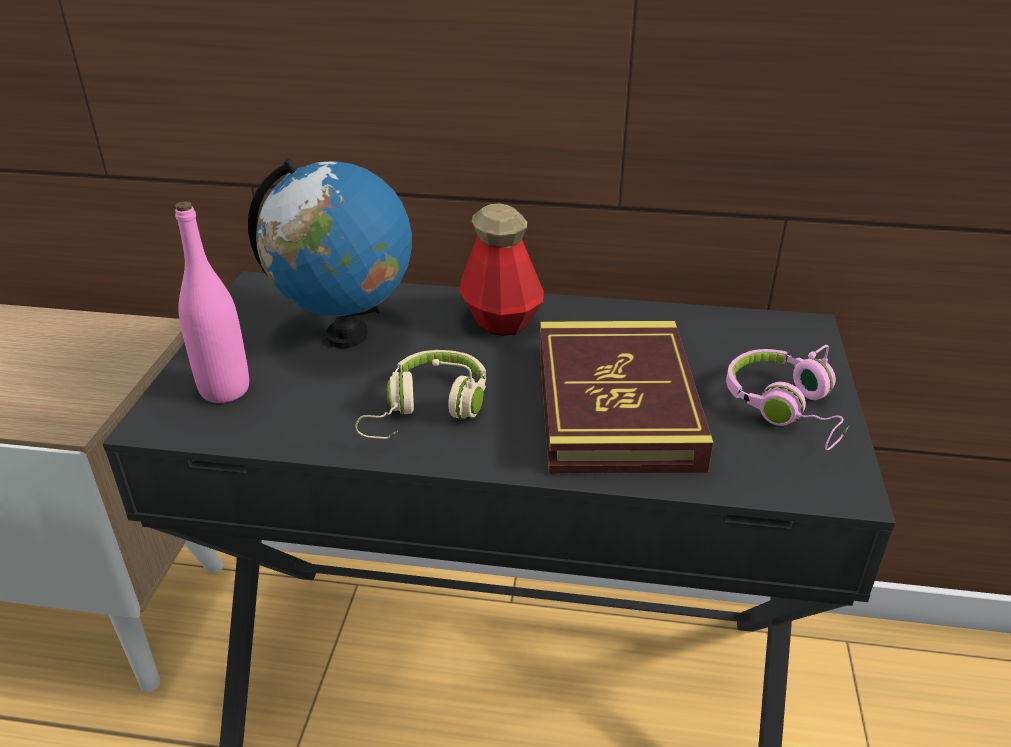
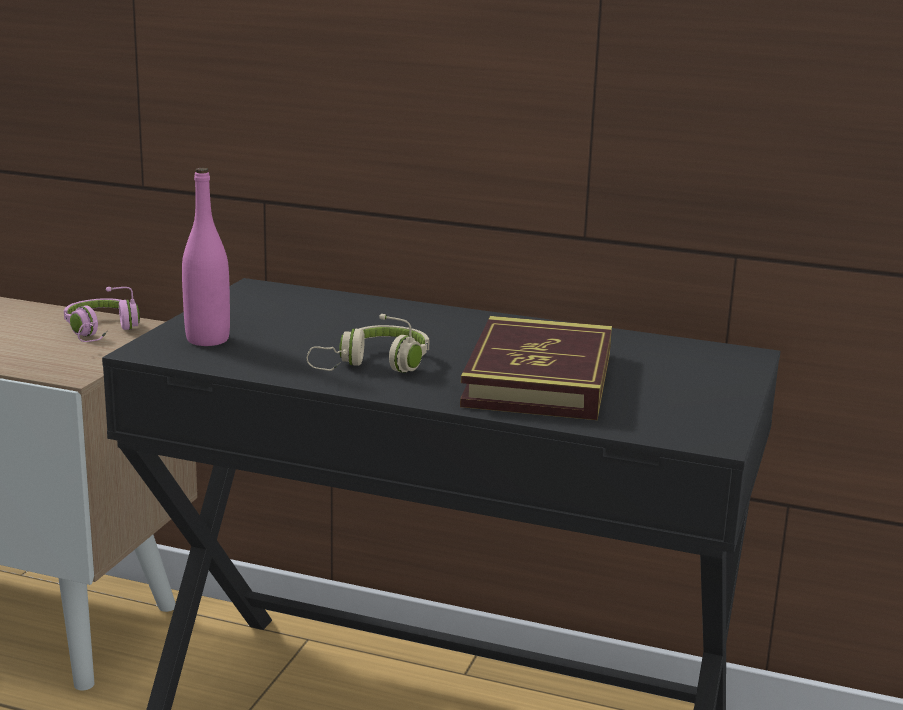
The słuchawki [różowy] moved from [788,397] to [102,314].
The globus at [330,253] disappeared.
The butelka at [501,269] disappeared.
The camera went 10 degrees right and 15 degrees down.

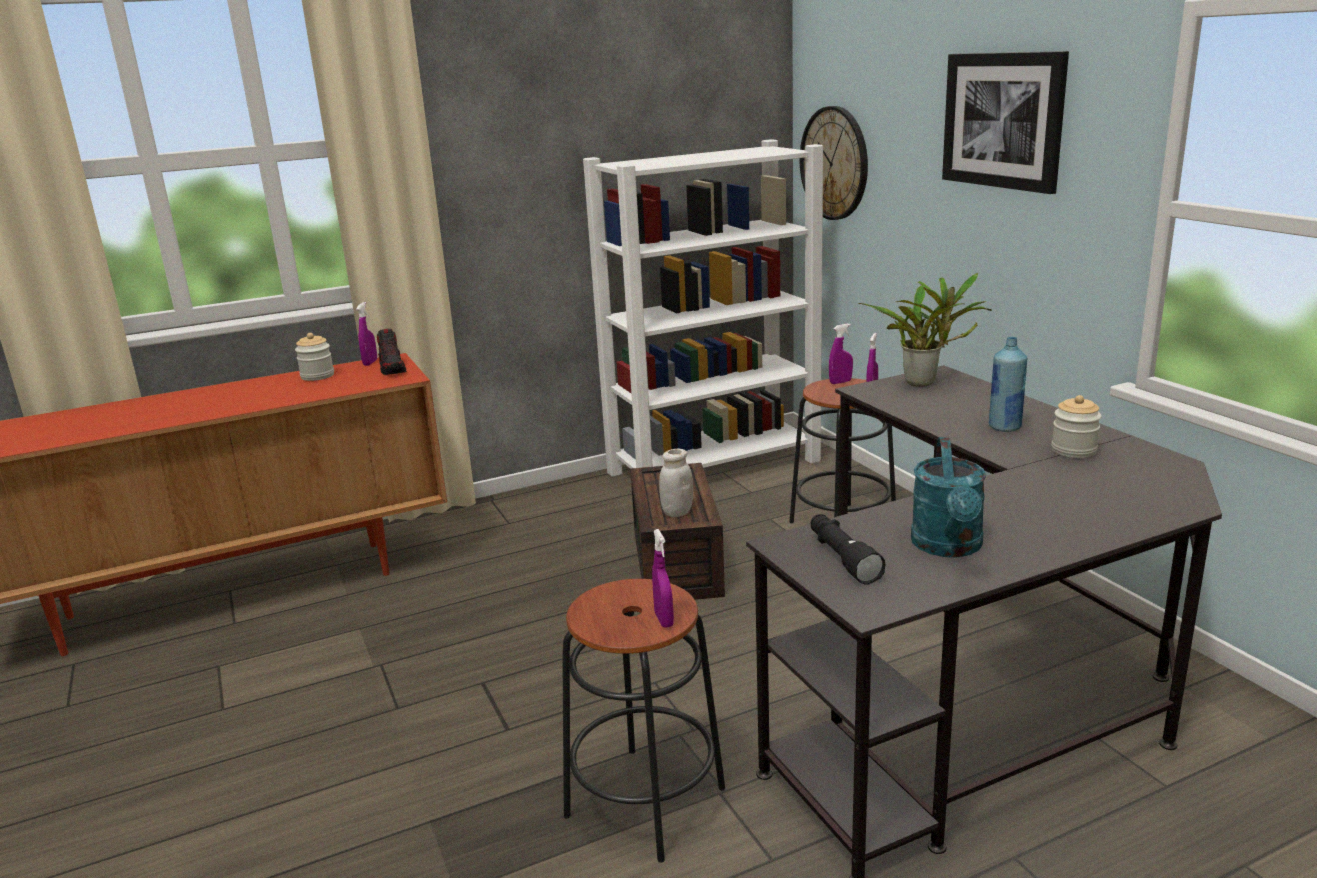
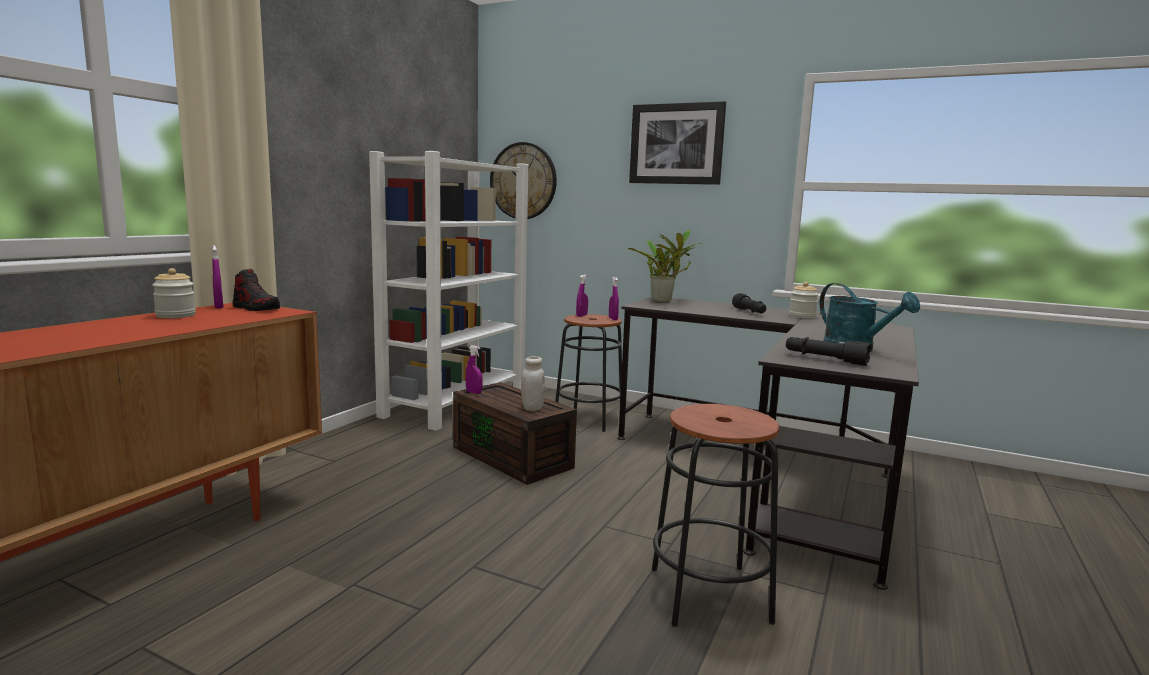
The spryskiwacz [fioletowy] moved from [663,578] to [474,369].
The butelka [niebieski] at [1008,384] was replaced by the latarka [czarny] at [749,303].
The camera went 40 degrees left and 10 degrees down.

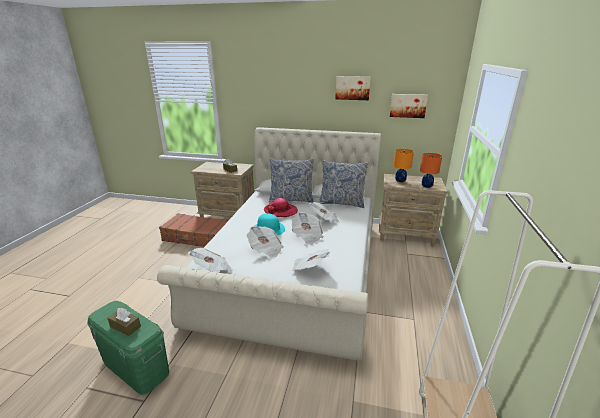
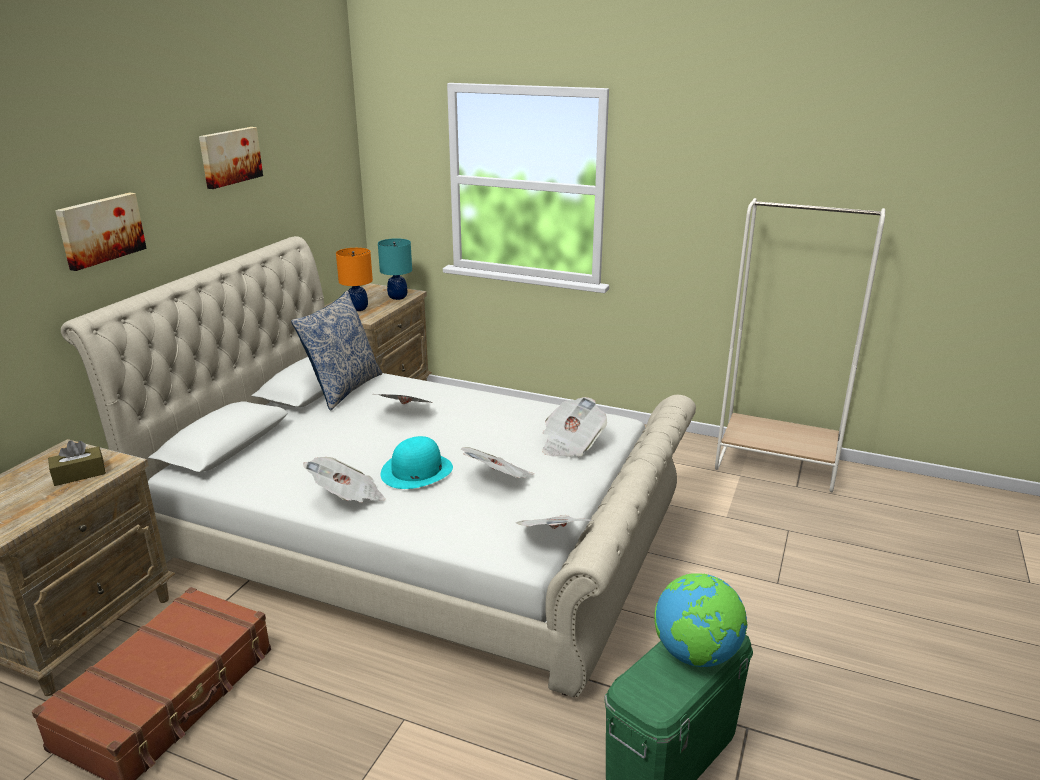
The obraz moved from [409,106] to [101,232].
The gazeta moved from [308,228] to [344,480].
The lampa stołowa [pomarańczowy] at [431,170] became the lampa stołowa [turkusowy] at [395,269].
The pudełko chusteczek [brązowy] at [124,322] was replaced by the globus at [700,620].
The kapelusz at [281,207] disappeared.
The poduszka at [291,180] disappeared.
The camera went 80 degrees left and 0 degrees up.

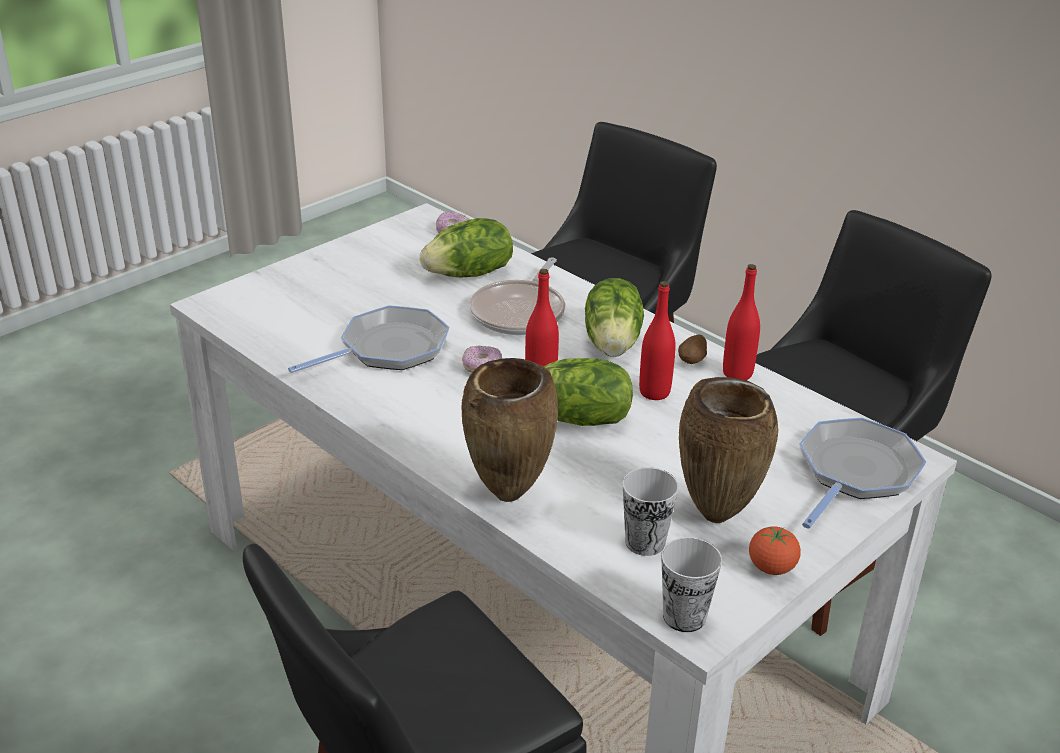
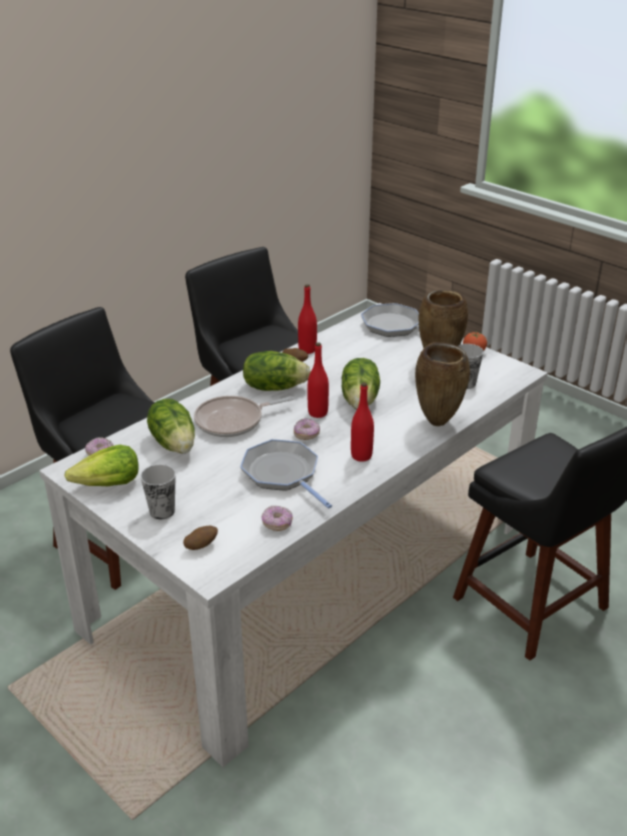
The sałata at [102,465] appeared.
The filiżanka moved from [691,584] to [158,491].
The ziemniak at [200,538] appeared.
The patelnia at [517,296] turned 135 degrees clockwise.
The donut at [277,518] appeared.
The butelka [czerwony] moved from [657,340] to [362,422].
The camera went 90 degrees left and 0 degrees up.

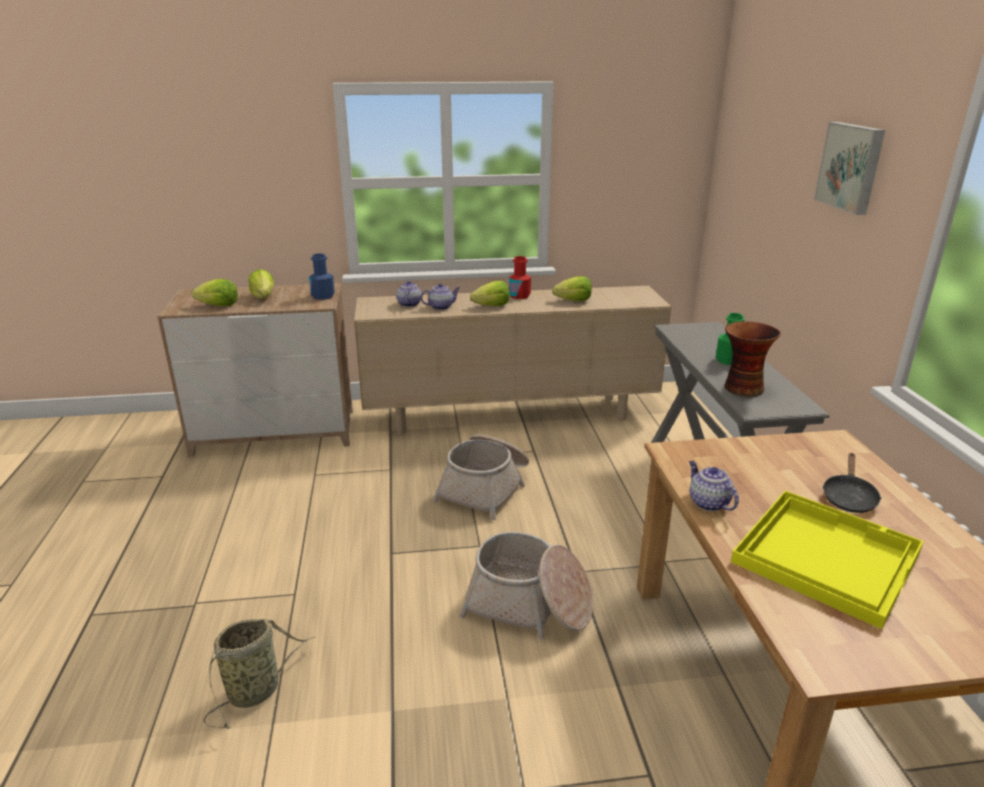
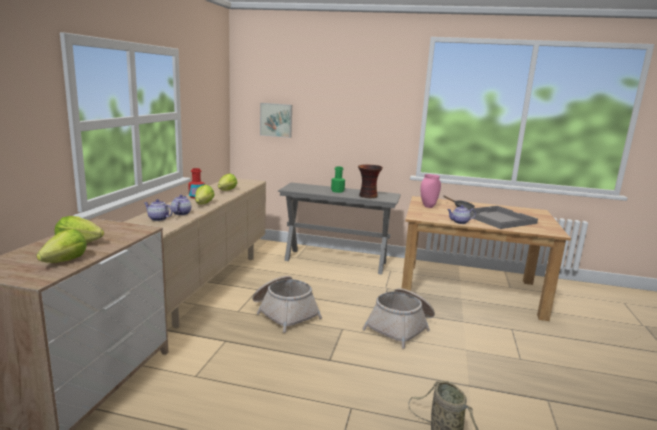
The obraz moved from [849,168] to [276,120].
The wazon [różowy] at [430,191] appeared.
The taca [żółty] at [827,560] became the taca [szary] at [503,217].
The butelka [niebieski] at [322,276] disappeared.
The camera went 70 degrees left and 10 degrees down.

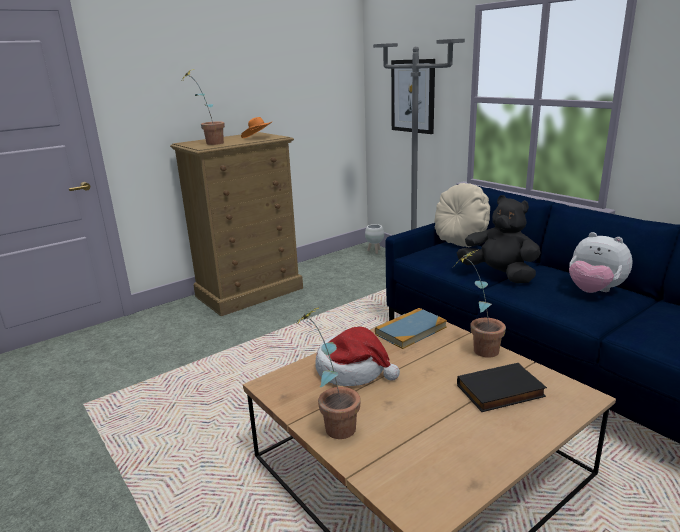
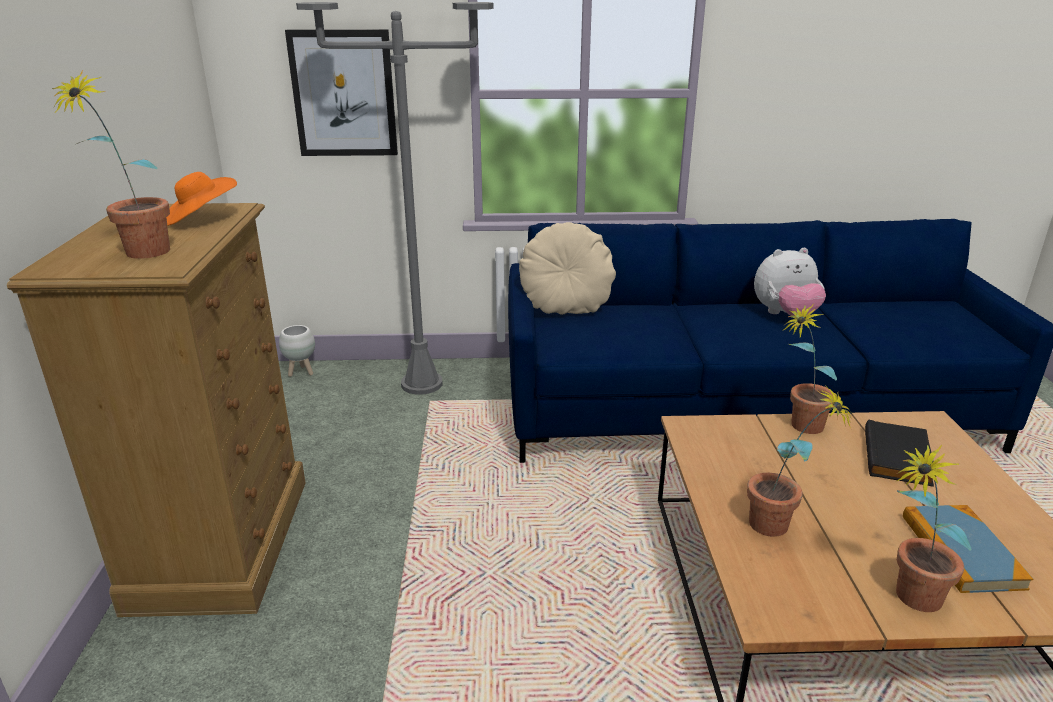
The kapelusz at [357,356] was replaced by the roślina doniczkowa at [800,461].
The książka moved from [411,328] to [968,549].
The pluszak [czarny] at [499,239] disappeared.
The camera went 55 degrees left and 5 degrees up.

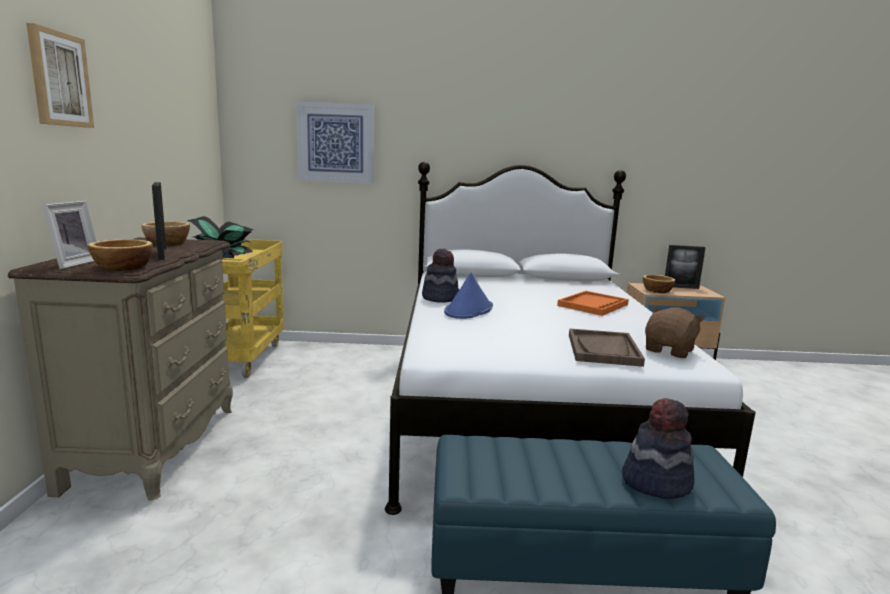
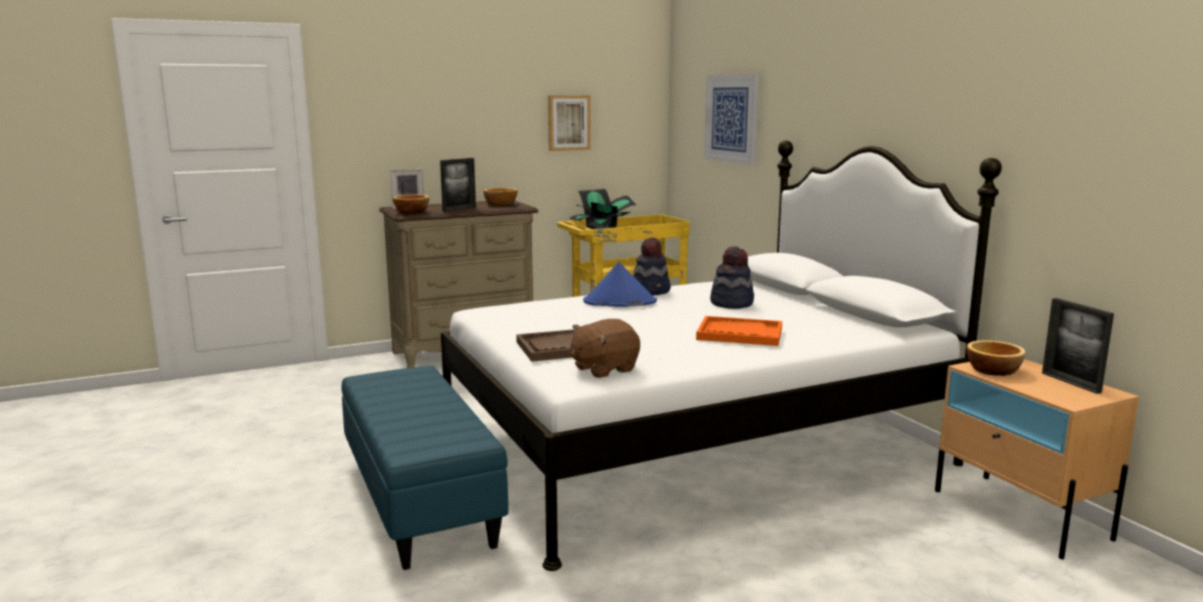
The obraz moved from [60,75] to [569,123].
The pluszak [brązowy] at [675,333] turned 135 degrees clockwise.
The kapelusz moved from [658,448] to [732,277].
The camera went 65 degrees right and 0 degrees up.

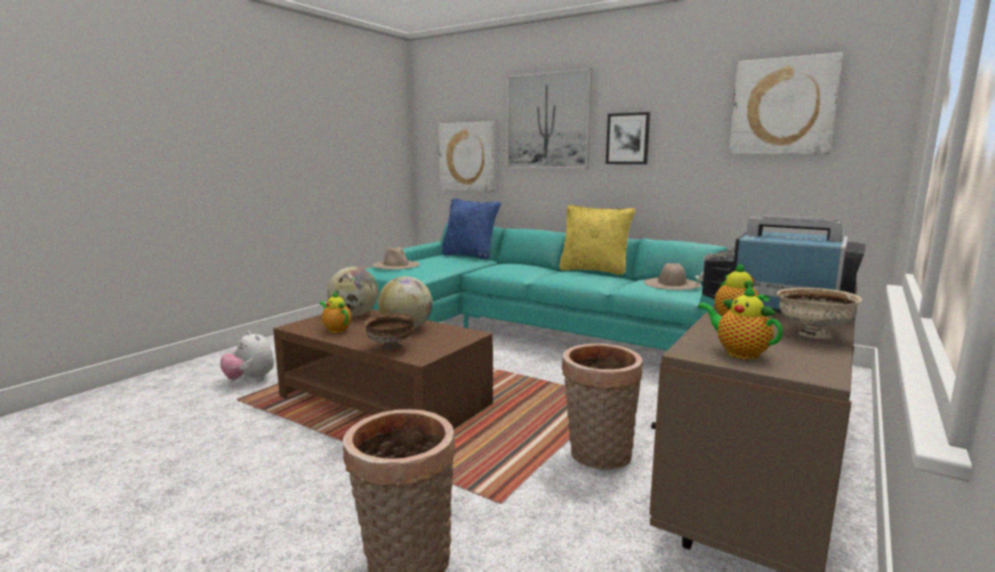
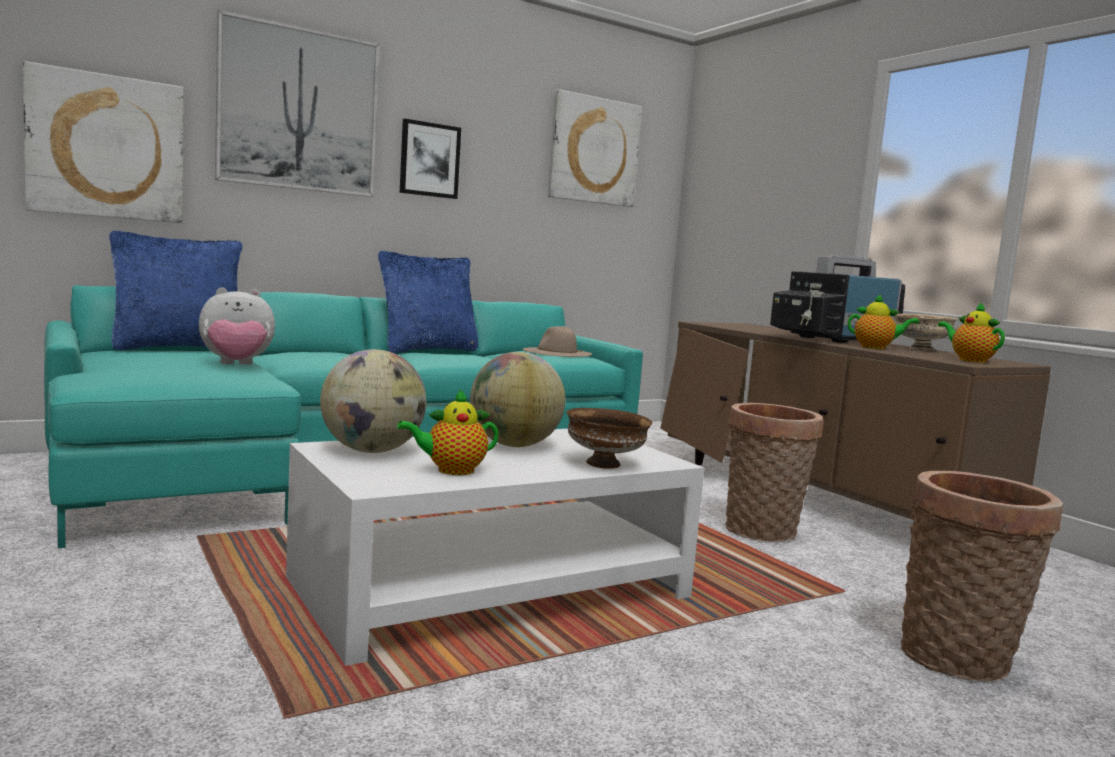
The pluszak moved from [247,356] to [237,326].
The ława [brązowy] at [383,369] became the ława [biały] at [495,547].
The poduszka [żółty] at [597,240] became the poduszka [niebieski] at [428,301].
The imbryk at [740,322] turned 75 degrees clockwise.
The kapelusz [beżowy] at [396,258] disappeared.
The camera went 65 degrees left and 5 degrees down.

